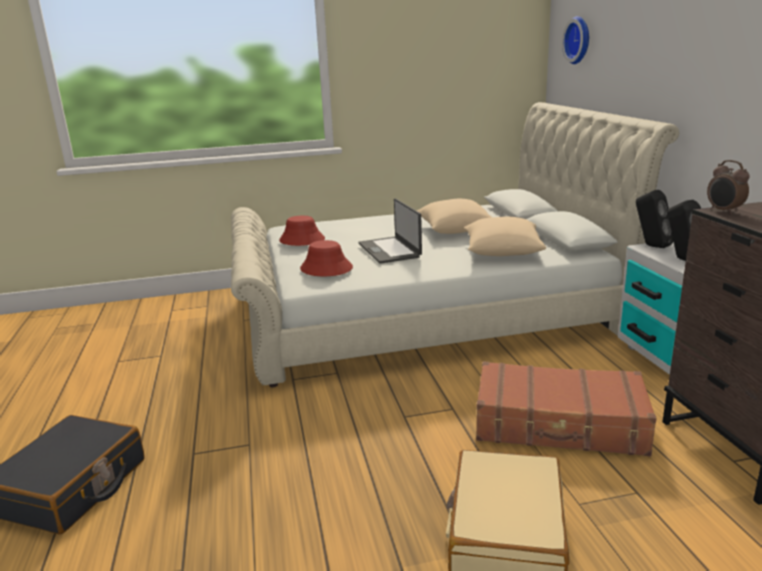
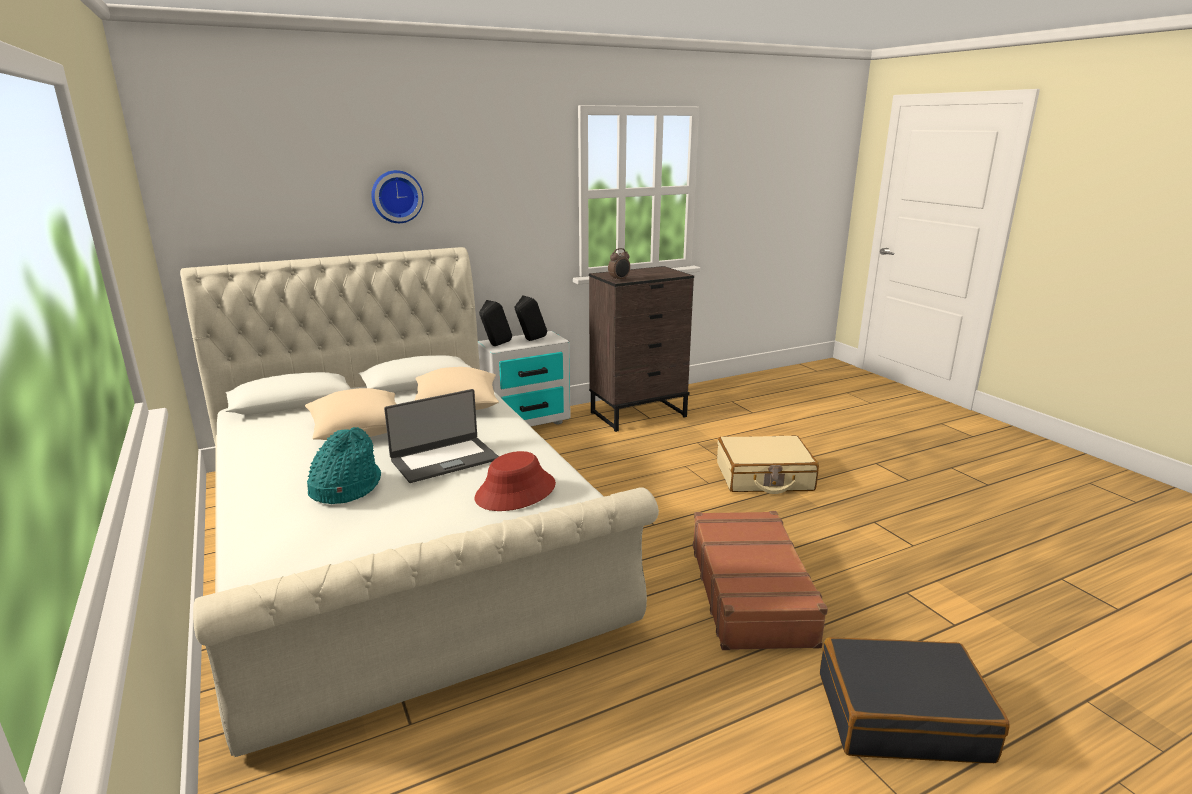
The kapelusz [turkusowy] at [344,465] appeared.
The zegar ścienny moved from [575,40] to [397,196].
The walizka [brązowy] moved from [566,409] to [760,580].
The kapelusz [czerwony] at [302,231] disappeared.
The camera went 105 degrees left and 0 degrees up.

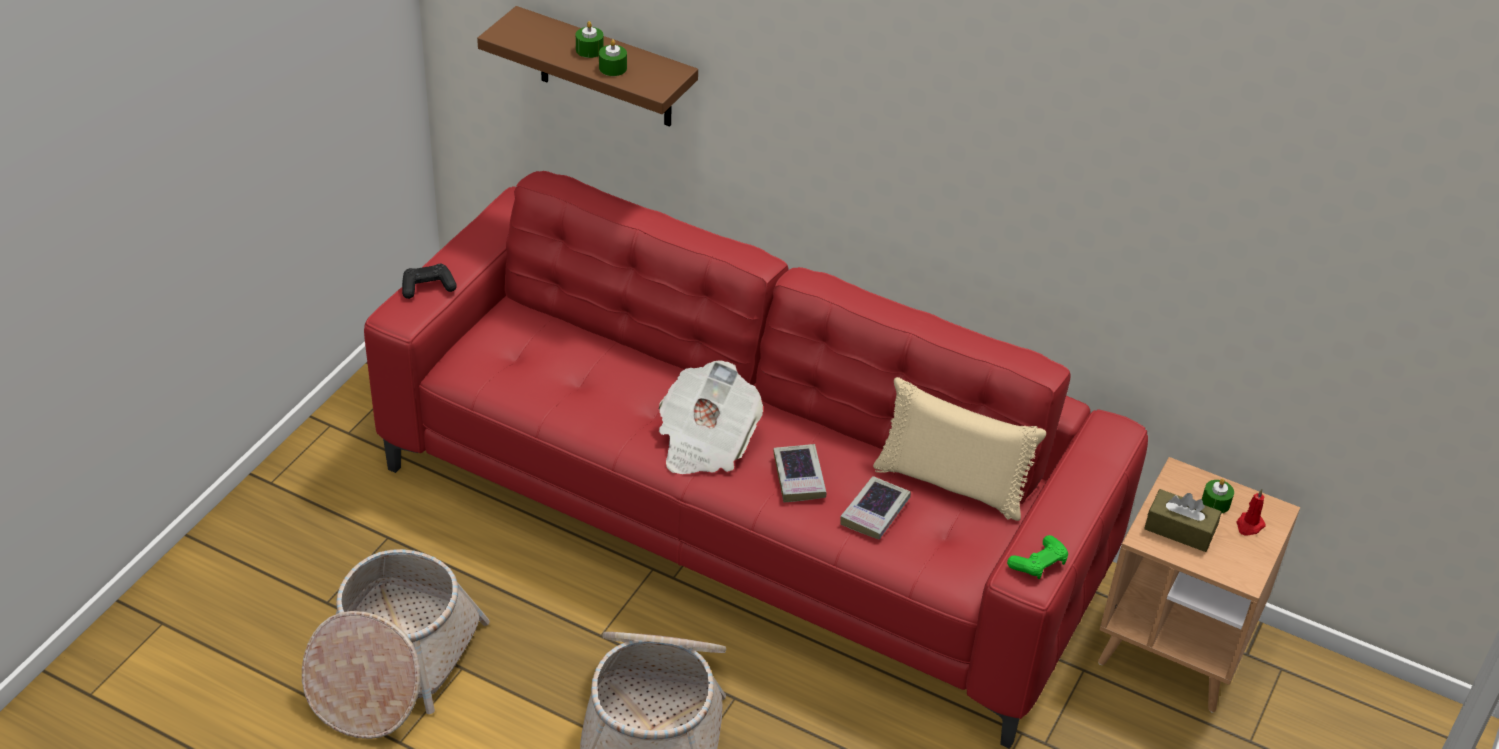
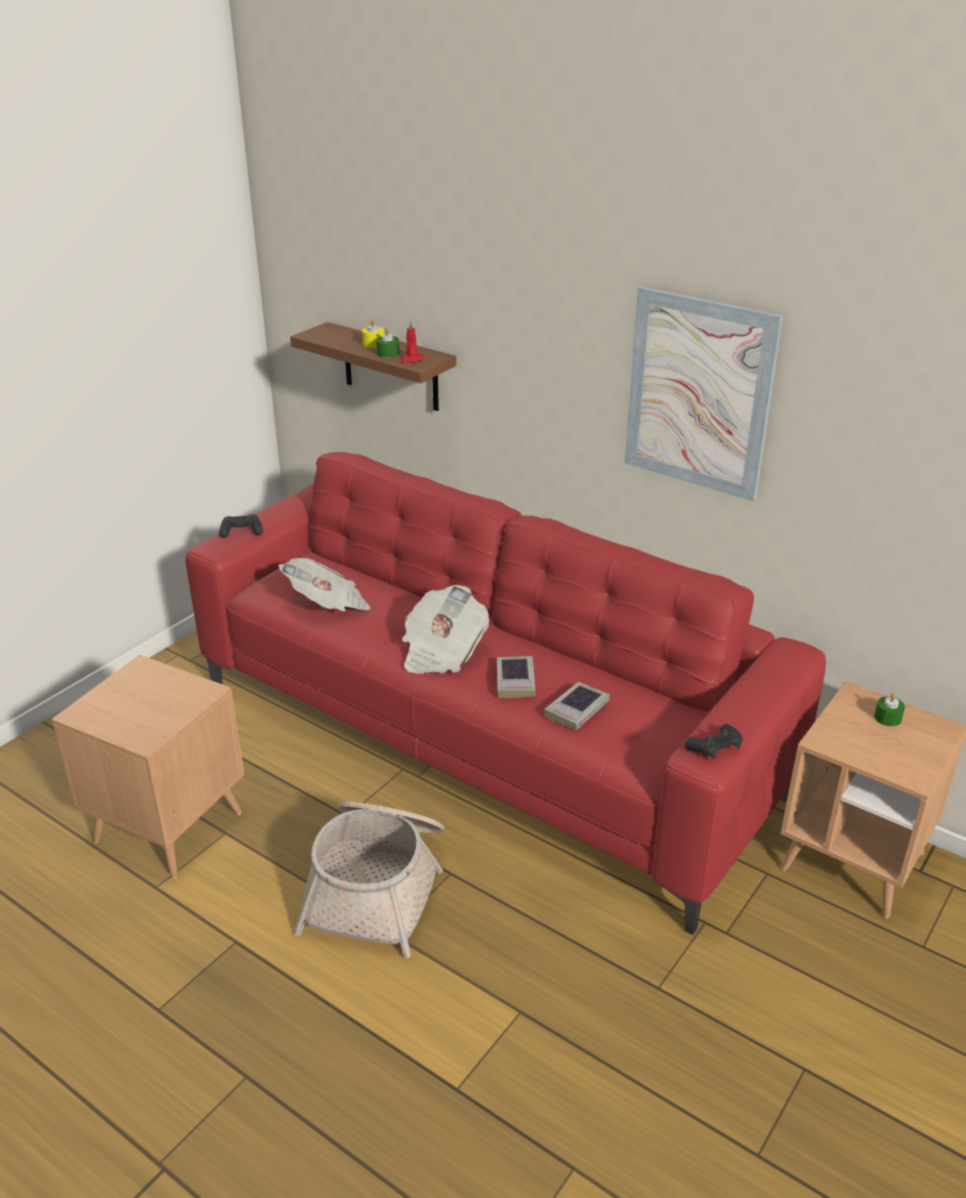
The koszyk at [396,644] was replaced by the stolik [brązowy] at [148,767].
The gazeta at [325,584] appeared.
The świeca [zielony] at [590,39] became the świeca [żółty] at [373,333].
The świeca [czerwony] moved from [1250,512] to [412,342].
The obraz at [704,394] appeared.
The pad do gier [zielony] at [1037,557] became the pad do gier [czarny] at [713,741].
The poduszka [beżowy] at [959,449] disappeared.
The pudełko chusteczek [brązowy] at [1182,520] disappeared.
The camera went 10 degrees right and 10 degrees down.

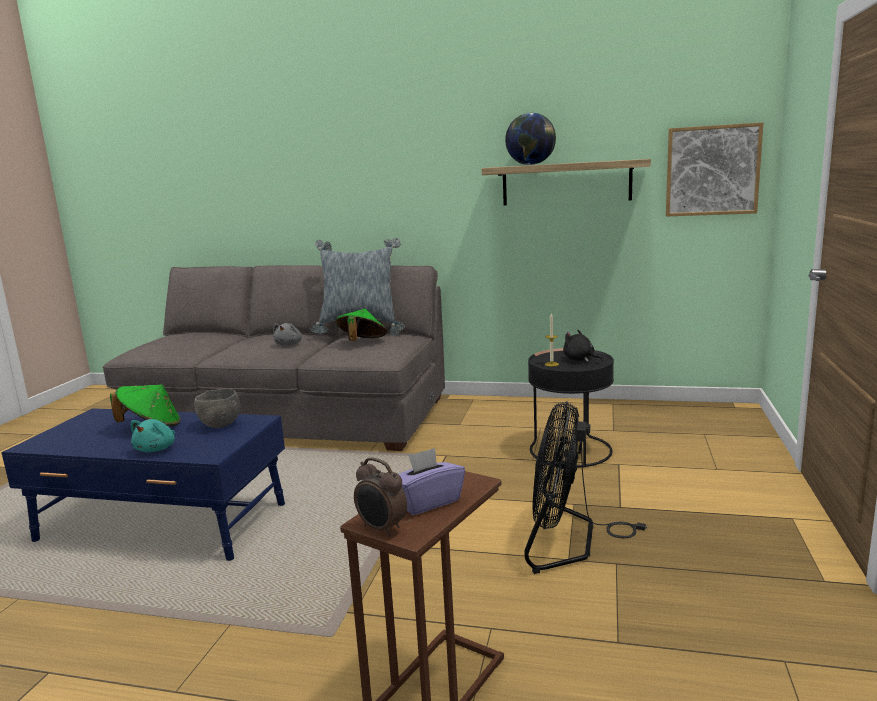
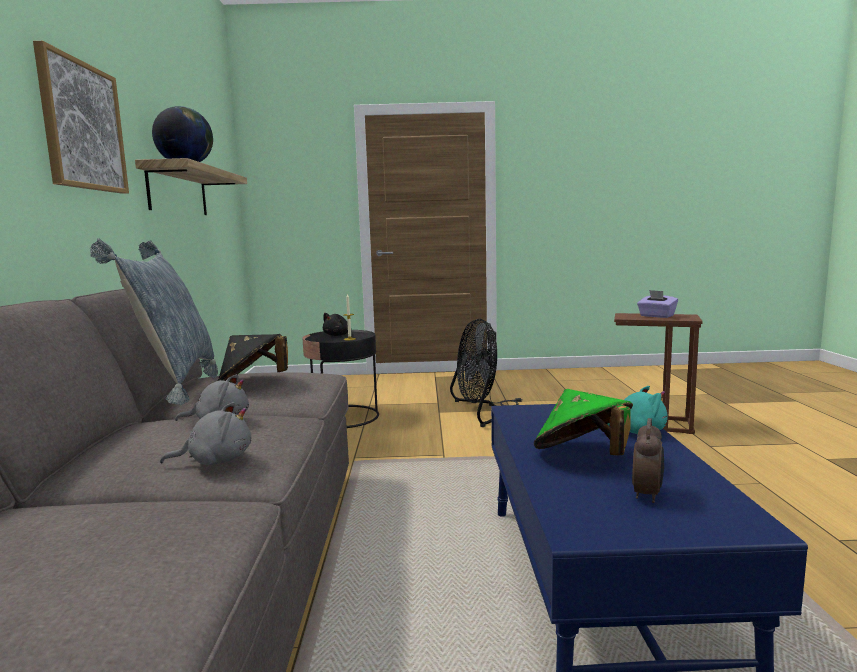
The obraz moved from [714,169] to [81,117].
The pluszak [szary] at [205,433] appeared.
The kapelusz [zielony] at [361,325] became the kapelusz [czarny] at [253,357].
The wentylator [czarny] at [586,487] turned 75 degrees clockwise.
The budzik moved from [380,497] to [648,460].
The miska [szary] at [217,408] disappeared.
The camera went 105 degrees left and 5 degrees down.

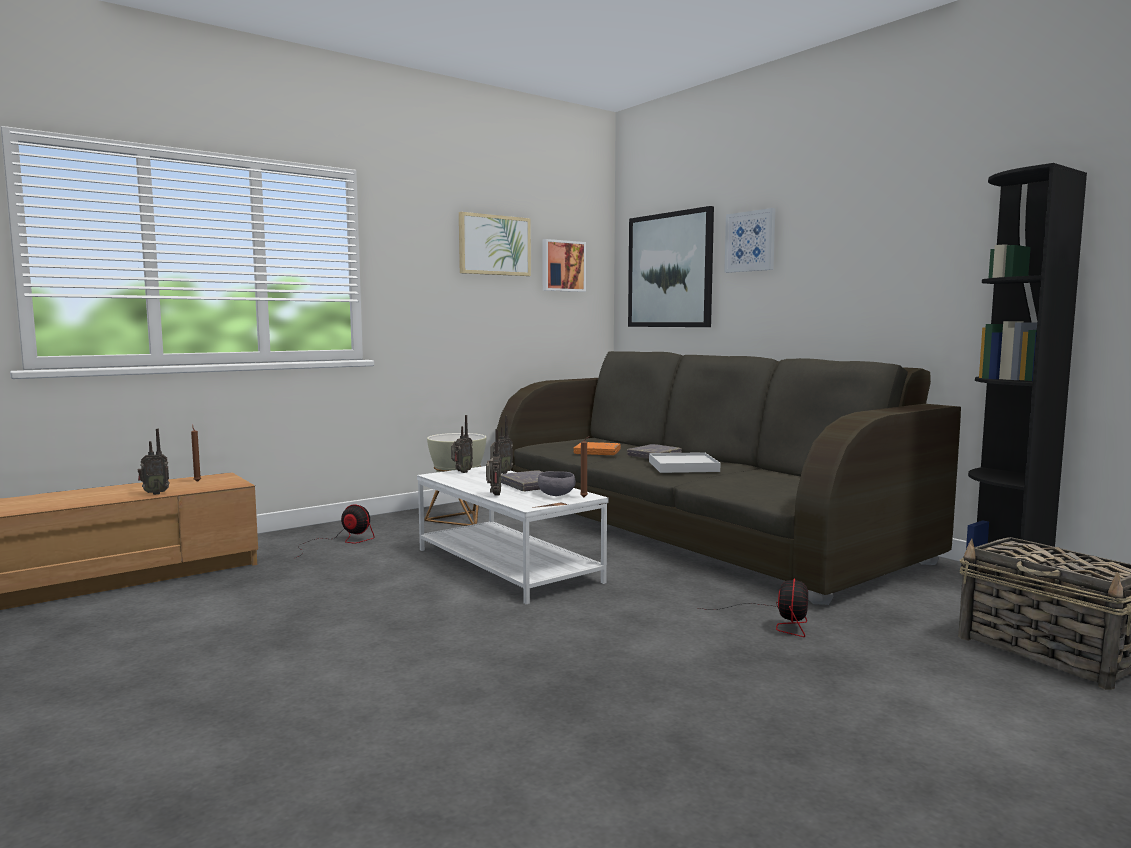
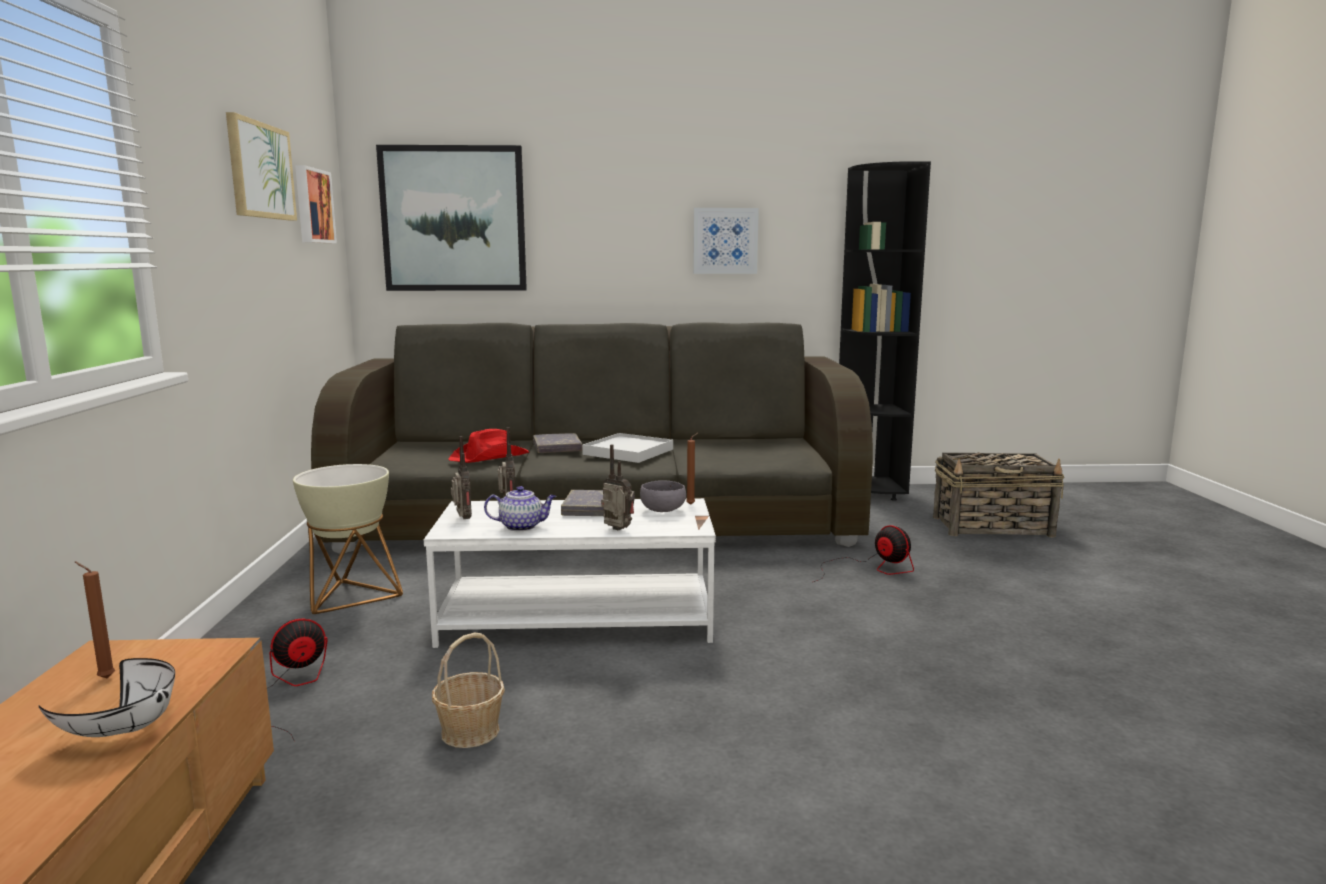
The radio at [154,462] was replaced by the miska [biały] at [107,697].
The koszyk at [468,690] appeared.
The książka [pomarańczowy] at [597,448] was replaced by the kapelusz [czerwony] at [488,446].
The imbryk at [520,508] appeared.
The obraz moved from [749,240] to [726,241].
The camera went 55 degrees left and 5 degrees up.

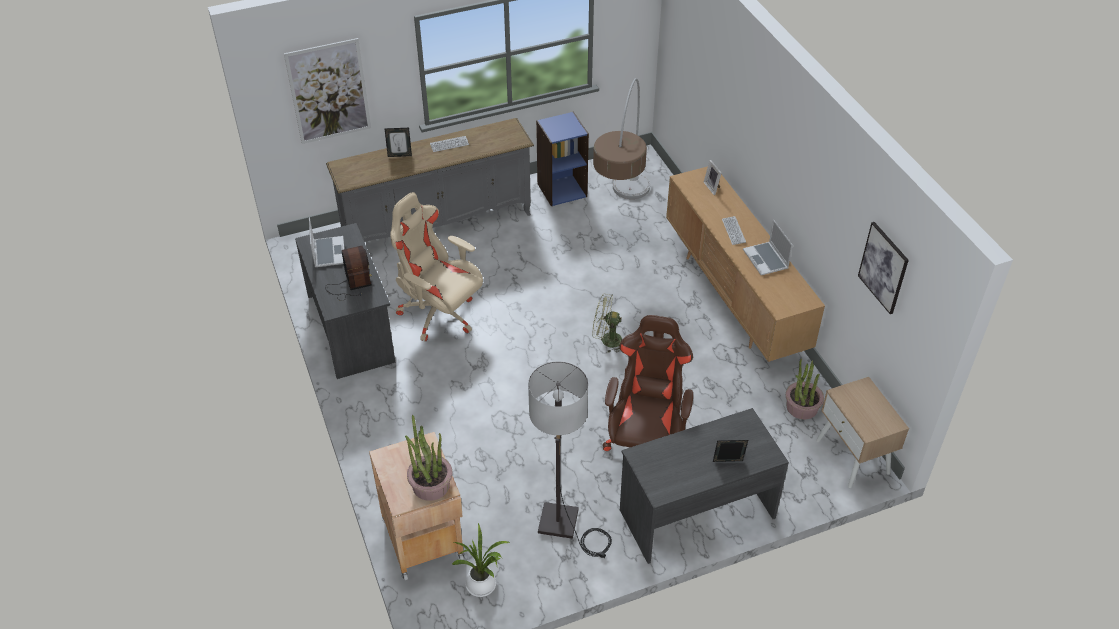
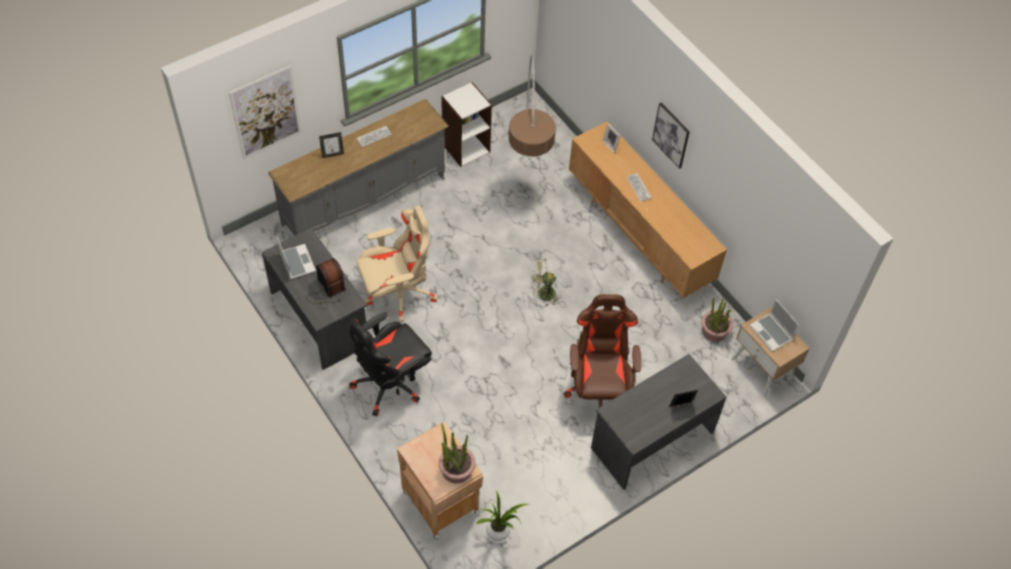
The krzesło biurowe [czarny] at [390,364] appeared.
The krzesło biurowe [beżowy] at [436,267] turned 135 degrees clockwise.
The regał [niebieski] at [562,159] became the regał [biały] at [466,124].
The obraz moved from [883,268] to [671,136].
The laptop moved from [768,247] to [774,325].
The lampa stojąca at [570,460] disappeared.
The camera went 15 degrees left and 10 degrees up.

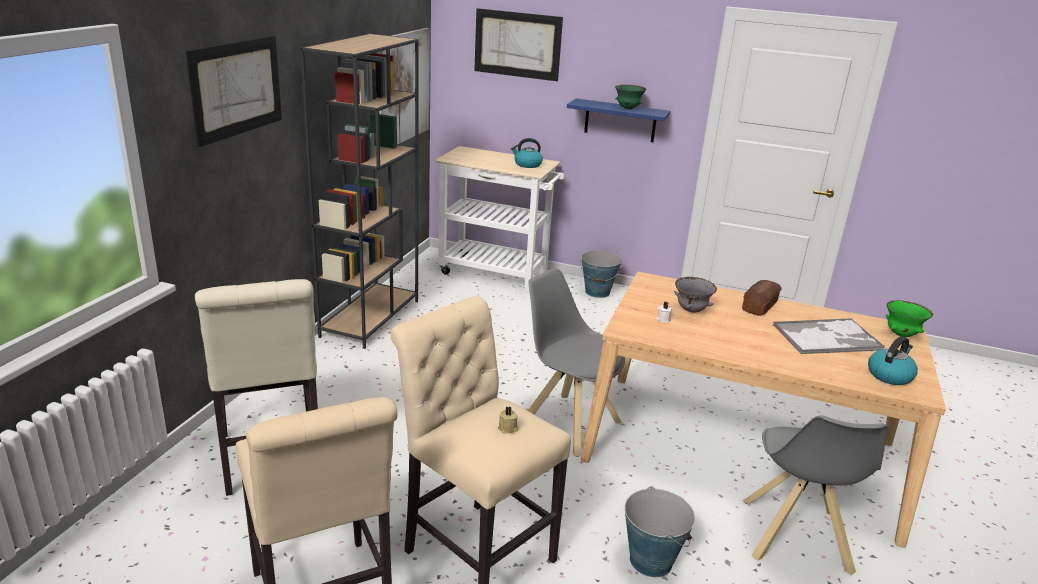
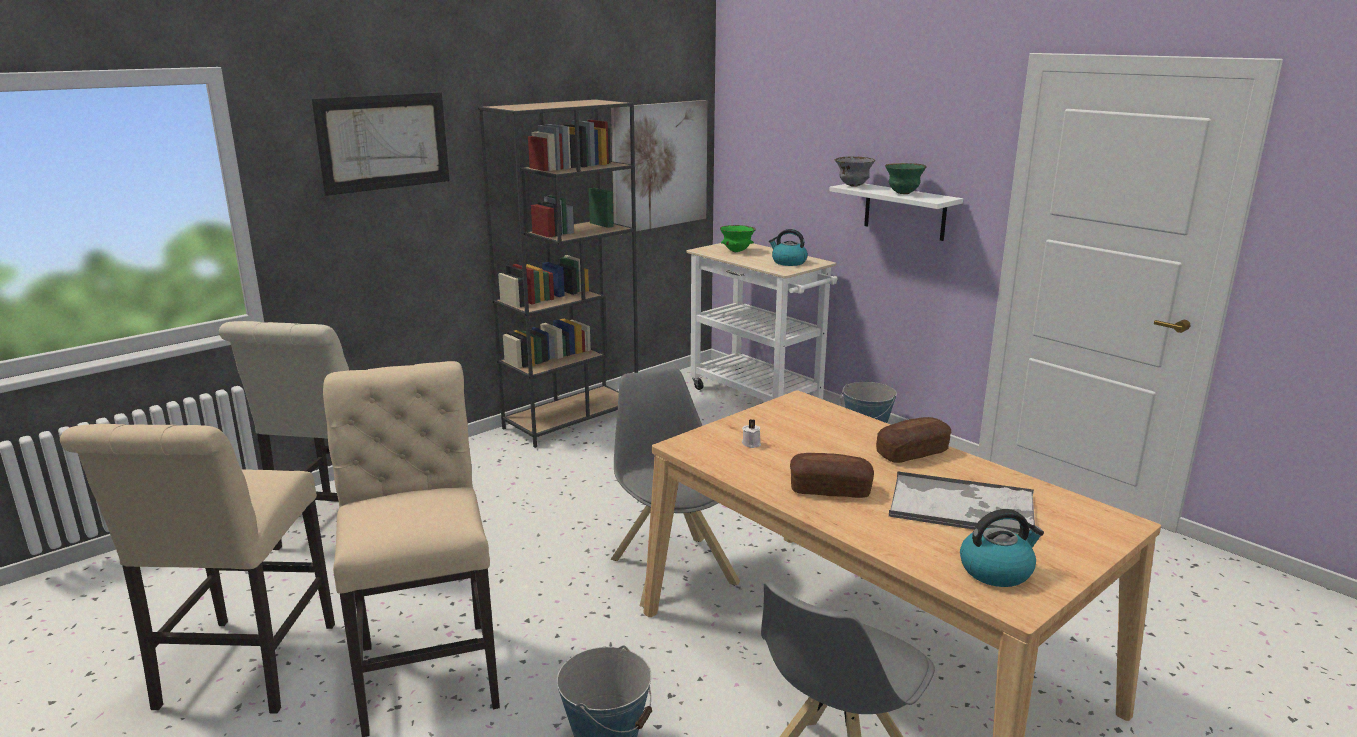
The miska [zielony] moved from [909,318] to [738,238].
The chleb at [832,475] appeared.
The półka [niebieski] at [618,120] became the półka [biały] at [896,212].
The miska [szary] moved from [695,295] to [855,172].
The obraz at [518,44] disappeared.
The świeca [beżowy] at [508,420] disappeared.
The camera went 30 degrees right and 5 degrees down.

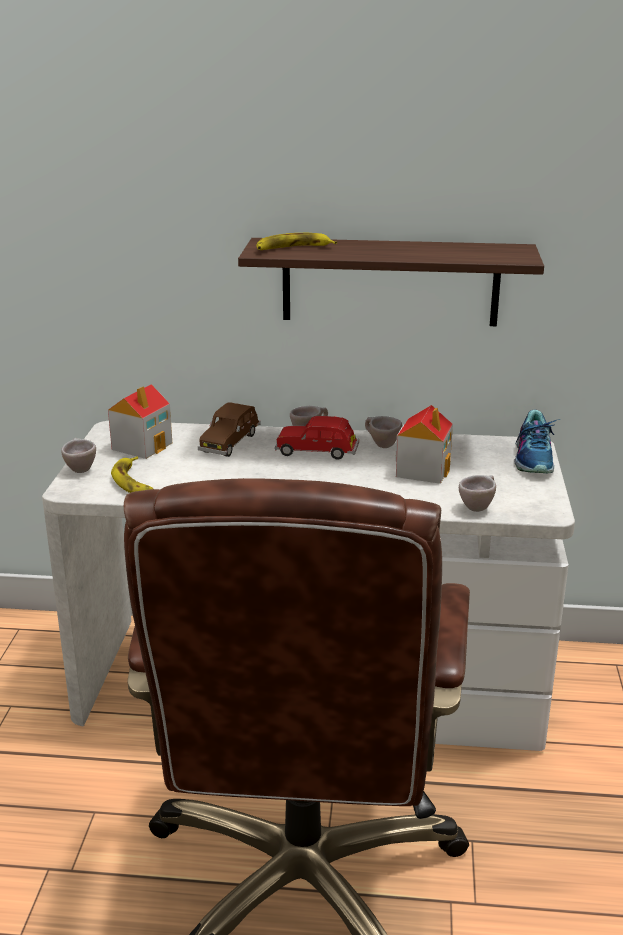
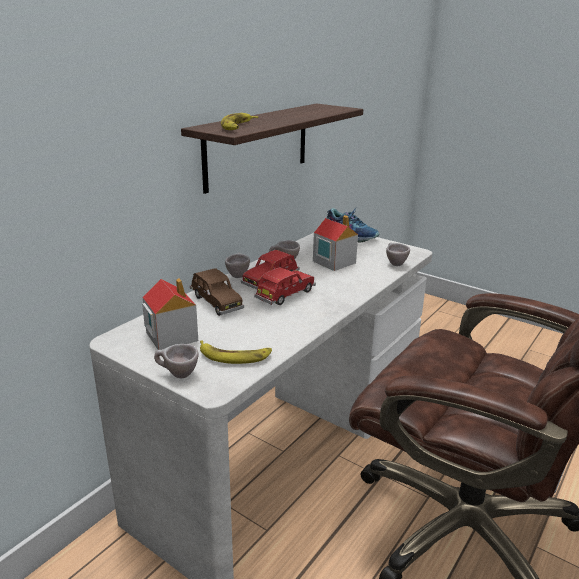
The samochodzik [czerwony] at [285,286] appeared.
The camera went 60 degrees left and 0 degrees up.

